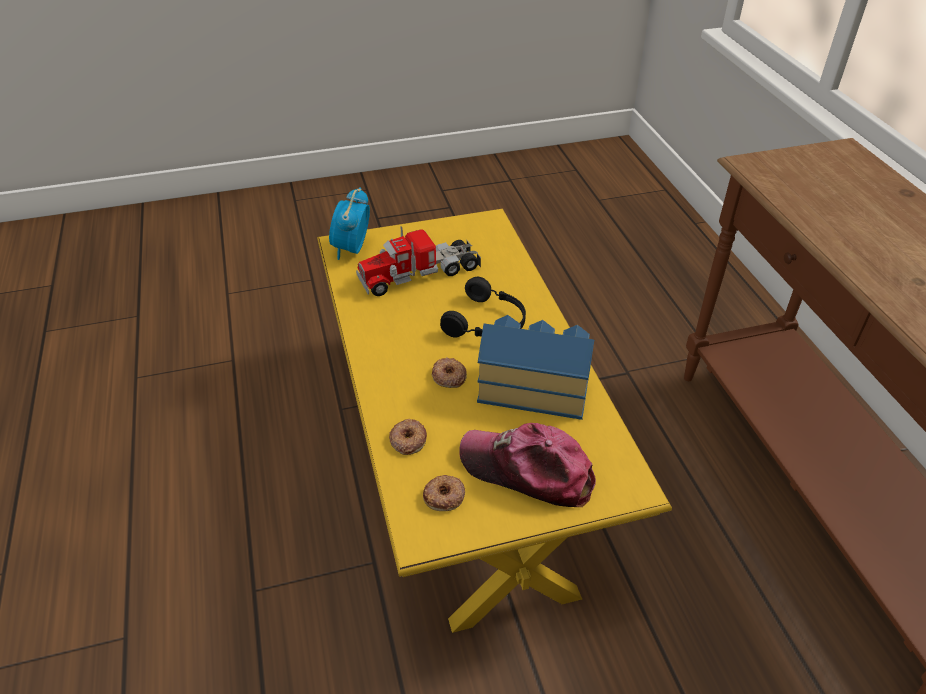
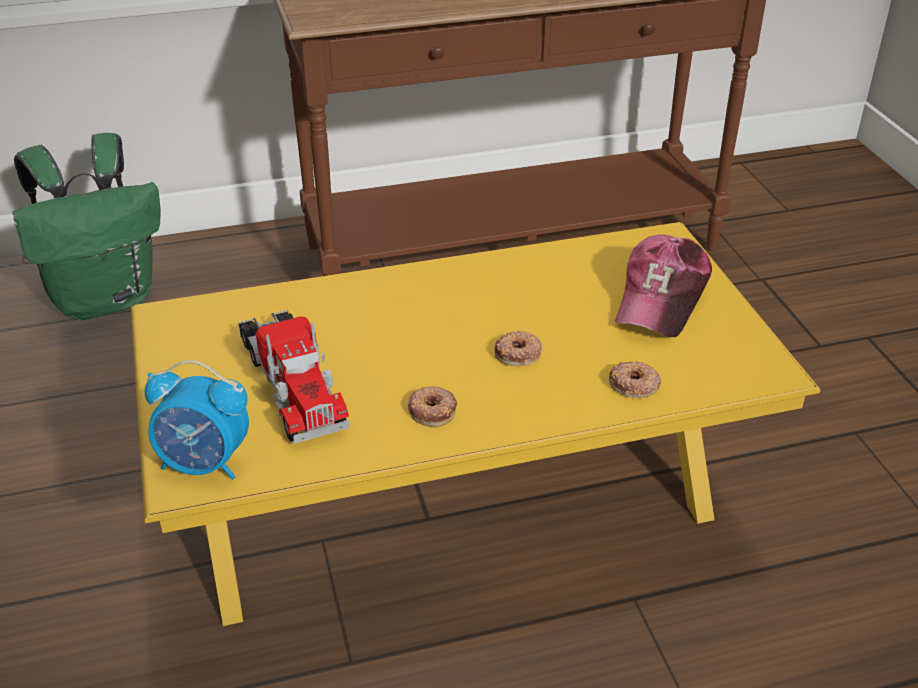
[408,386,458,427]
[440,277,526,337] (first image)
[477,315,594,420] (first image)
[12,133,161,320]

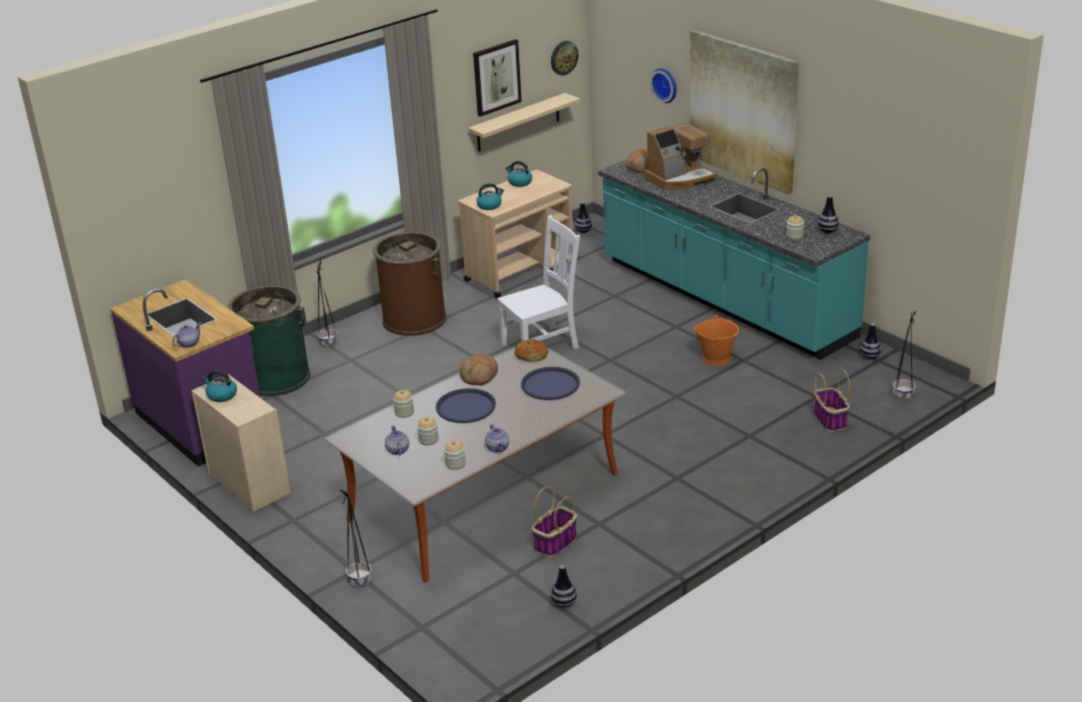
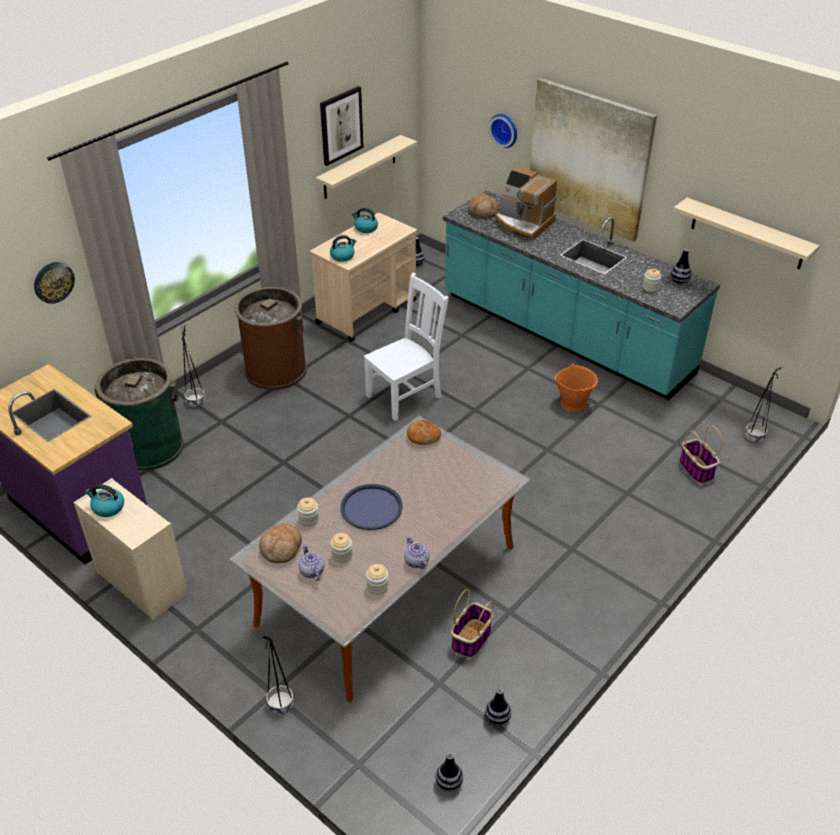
[172,323,201,348] (first image)
[259,523,302,563]
[521,367,580,400] (first image)
[34,262,75,304]
[495,166,557,241]
[435,753,463,792]
[673,198,820,269]

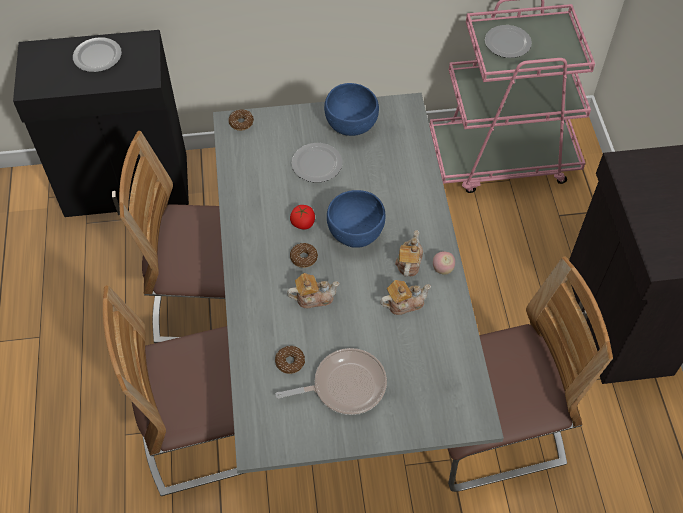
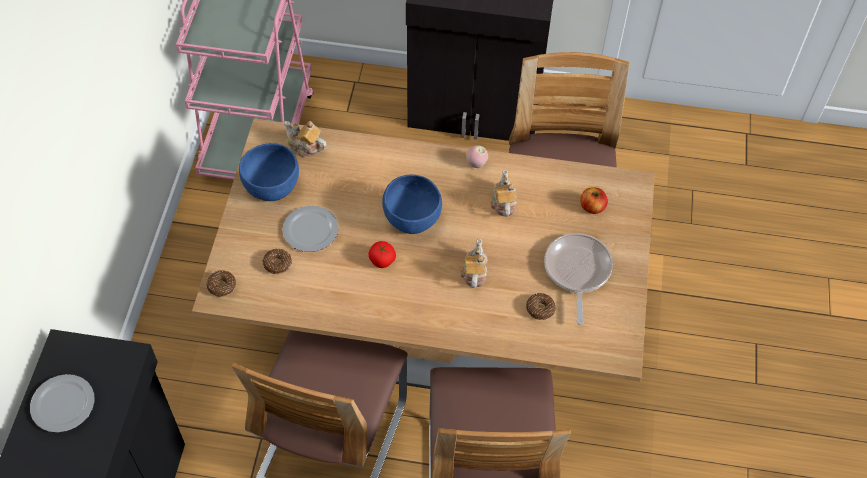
[192,119,655,389]
[263,249,292,274]
[284,121,326,157]
[485,25,532,58] (first image)
[580,187,608,214]

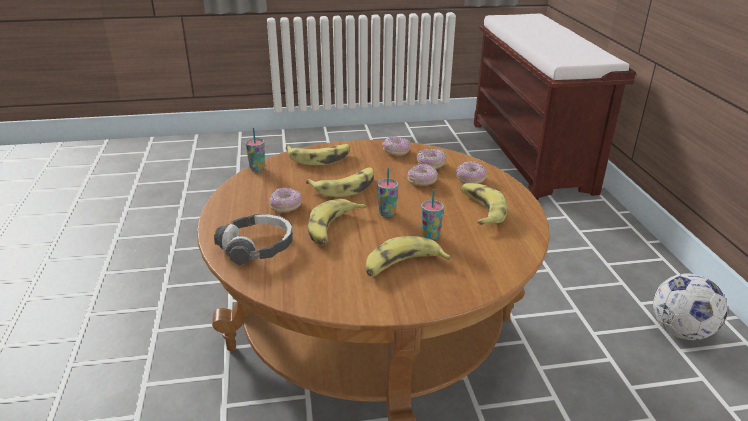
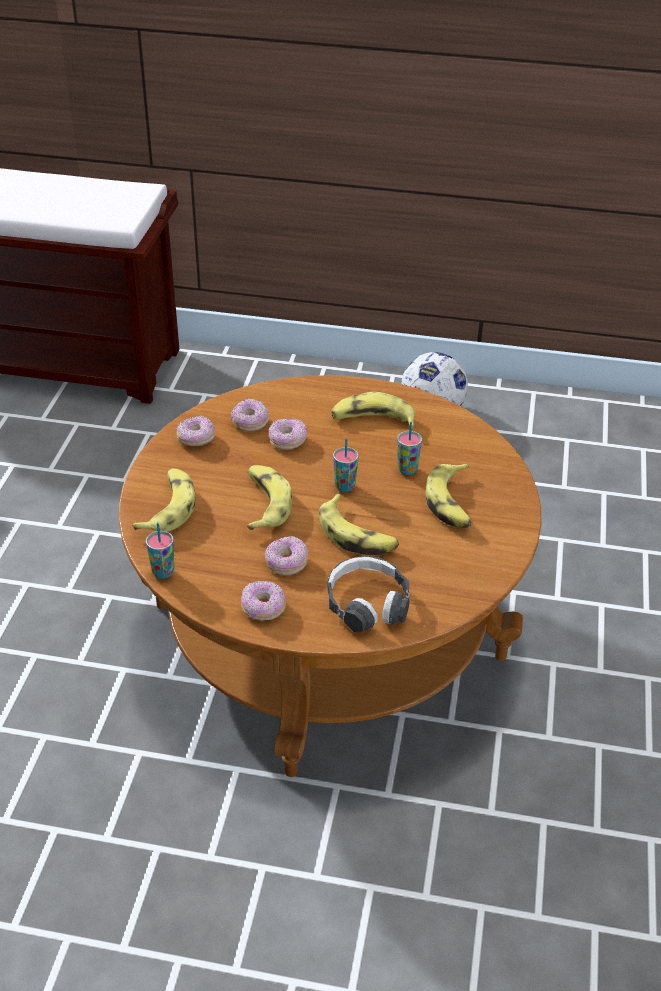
[241,581,286,621]

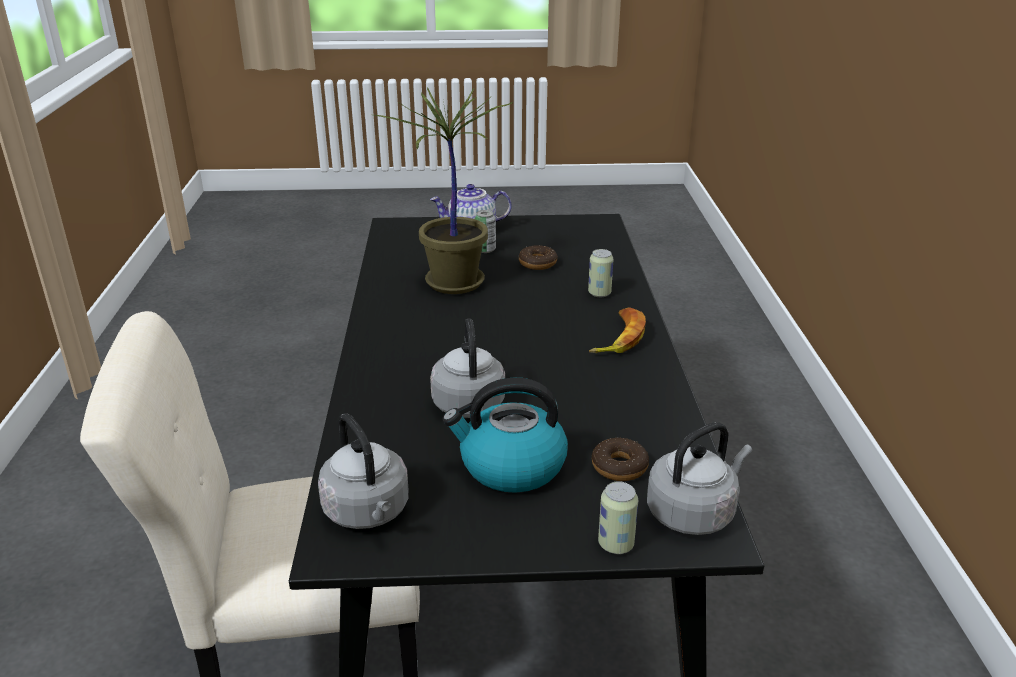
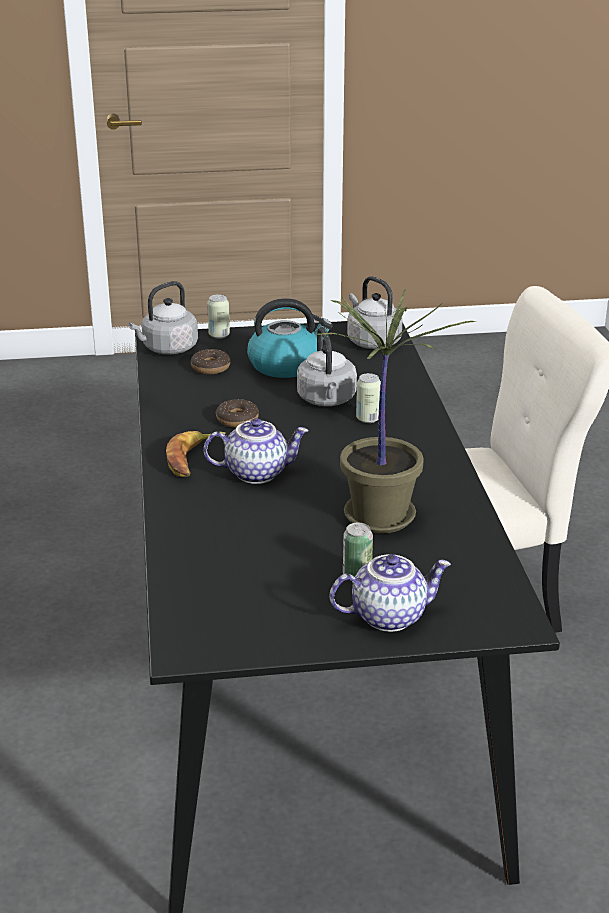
[216,399,259,428]
[356,373,381,423]
[203,418,309,484]

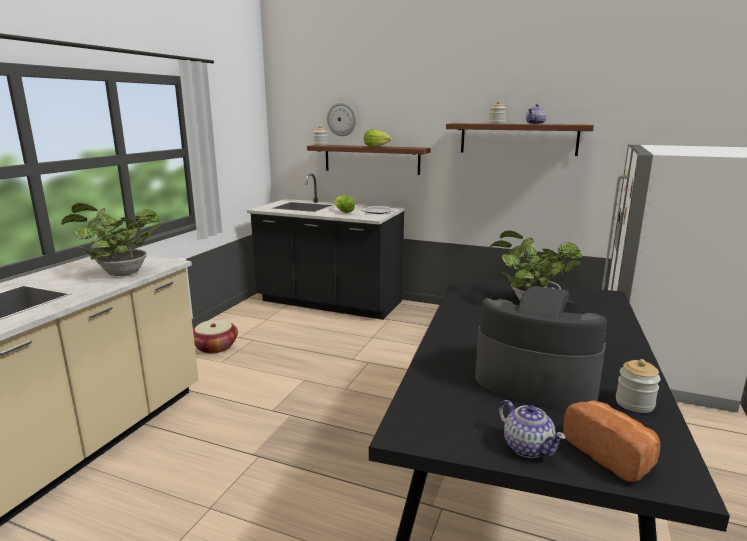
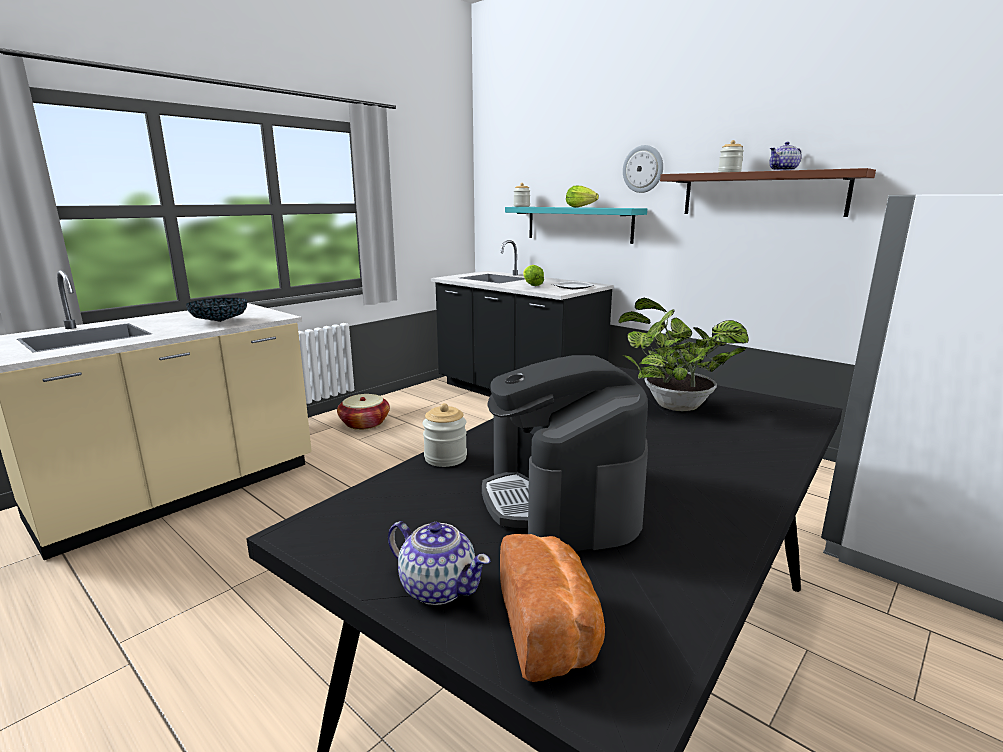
[186,298,247,322]
[505,207,647,244]
[623,145,663,193]
[482,355,648,551]
[388,521,490,605]
[423,403,467,467]

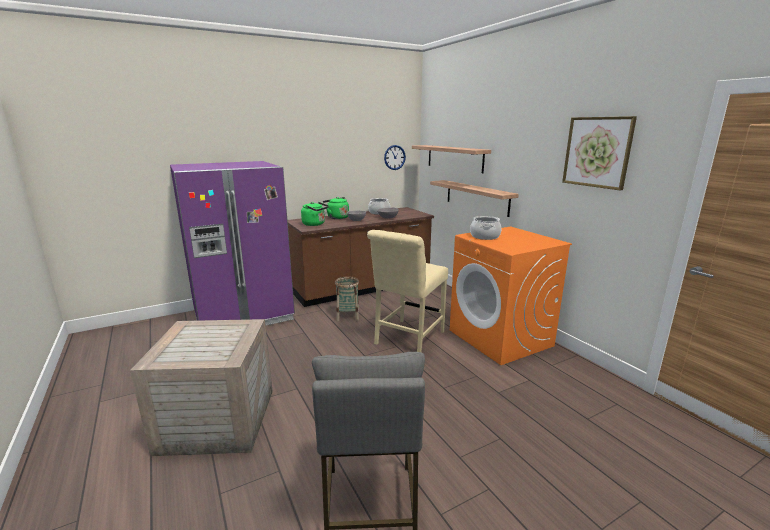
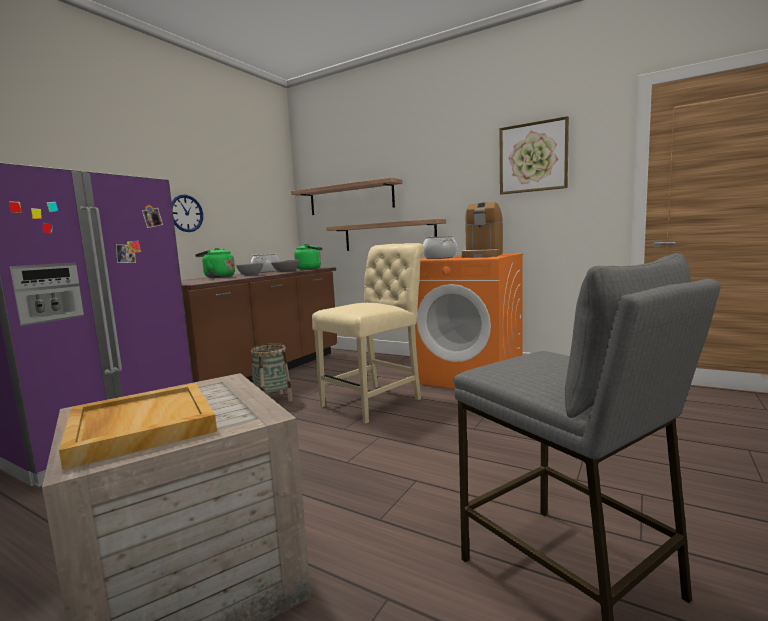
[294,244,322,270]
[312,243,425,424]
[172,195,203,232]
[59,383,217,470]
[462,202,503,258]

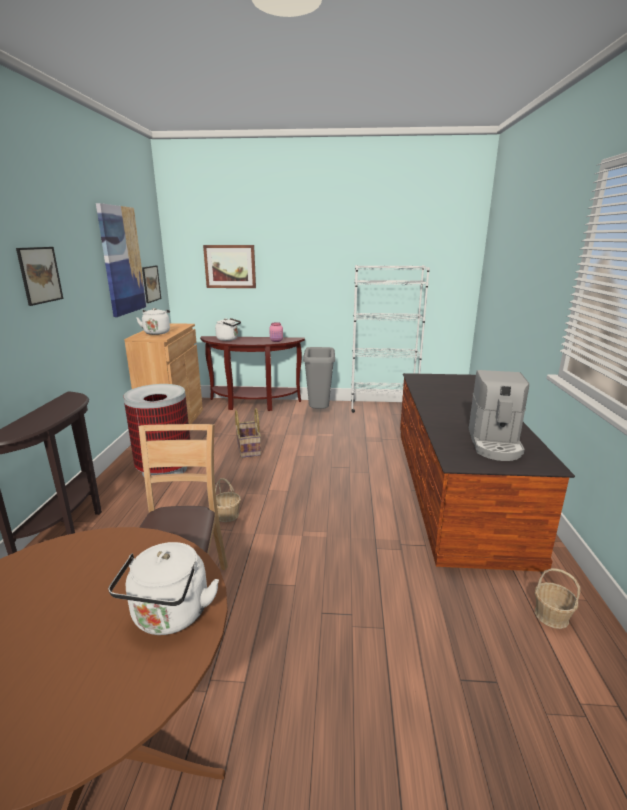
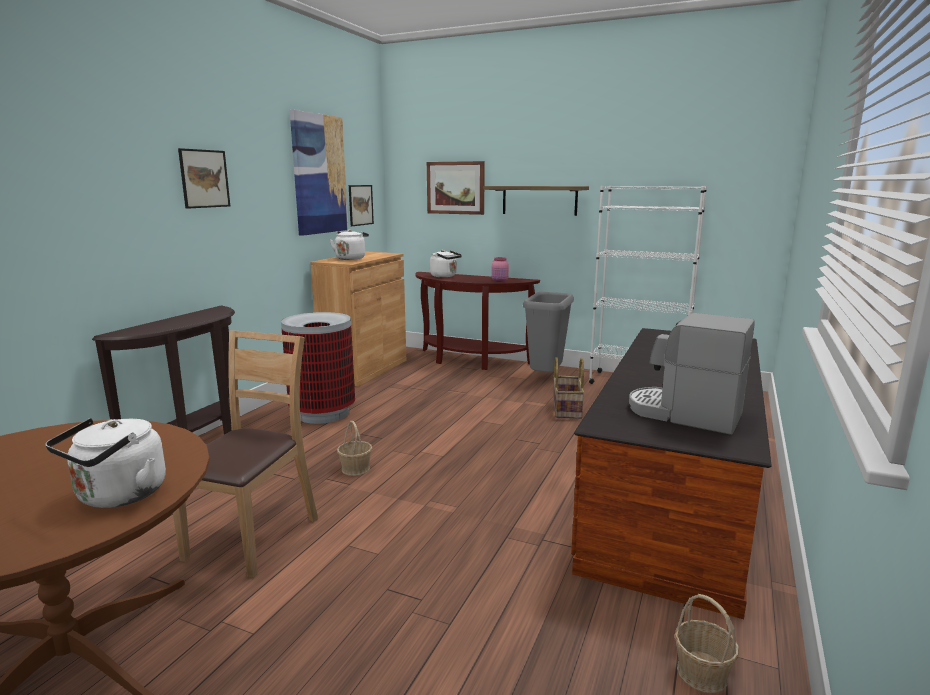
[553,357,584,419]
[629,313,755,435]
[483,186,589,216]

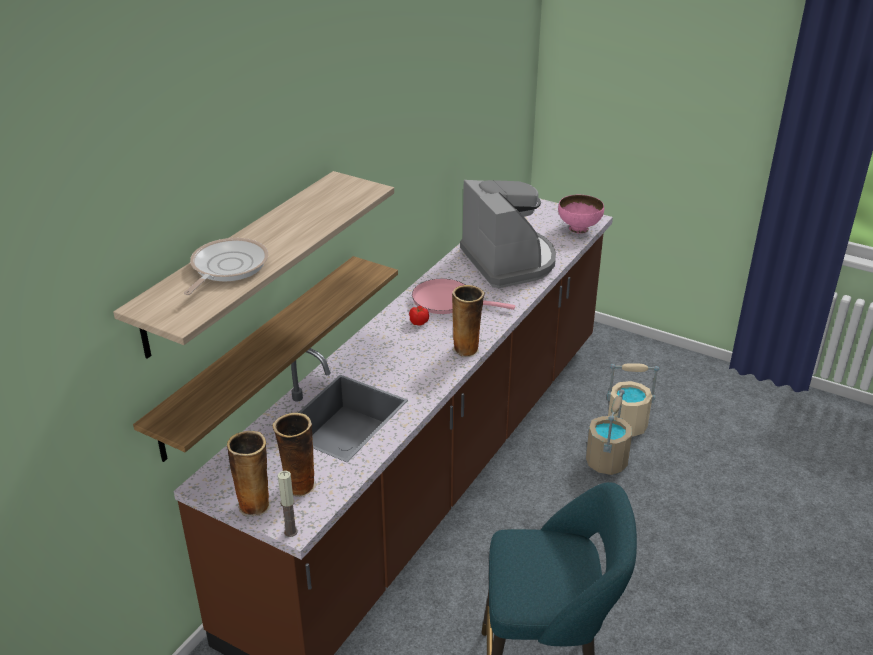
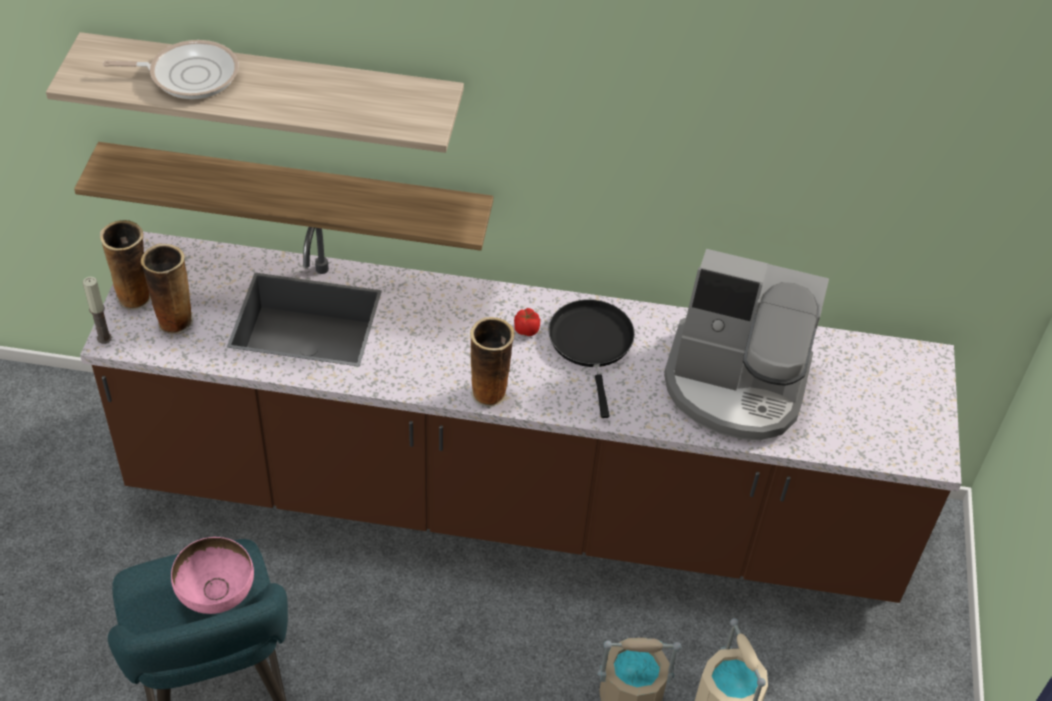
[548,299,635,418]
[664,249,829,440]
[171,537,254,614]

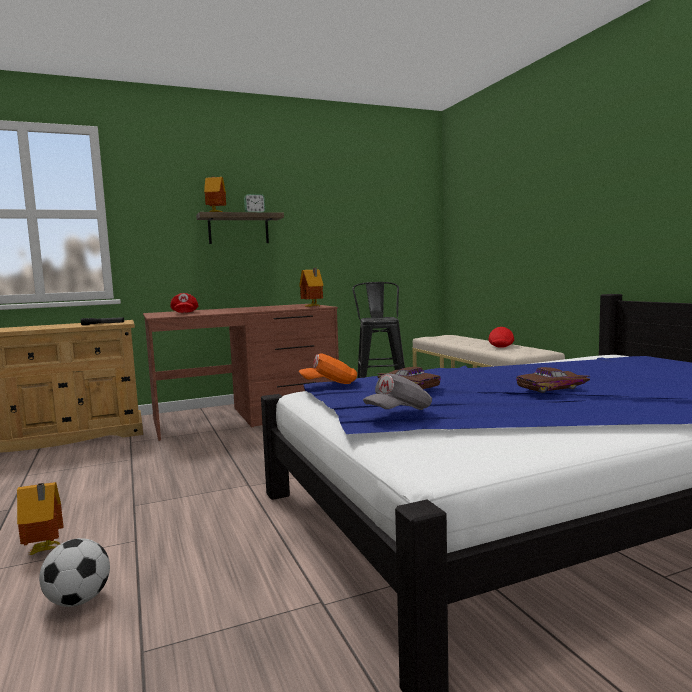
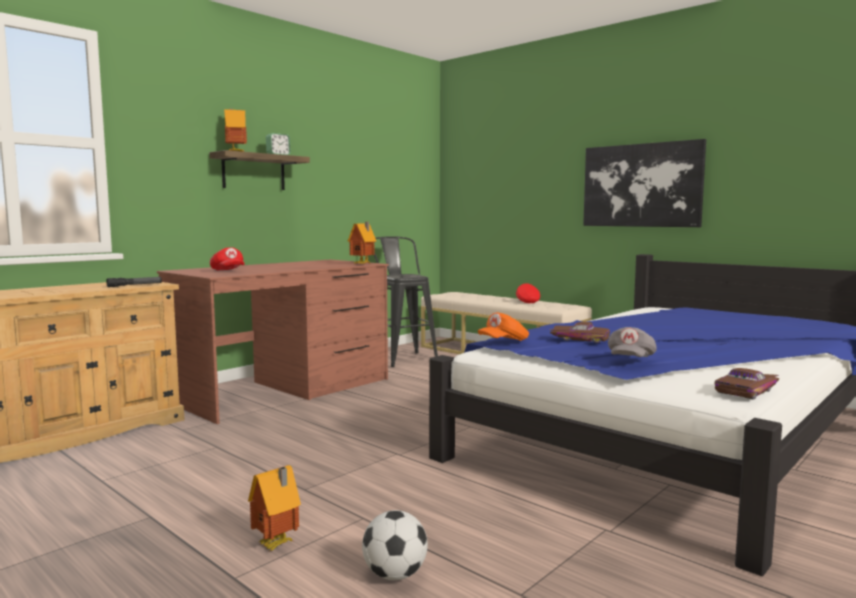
[714,368,780,400]
[583,139,706,227]

